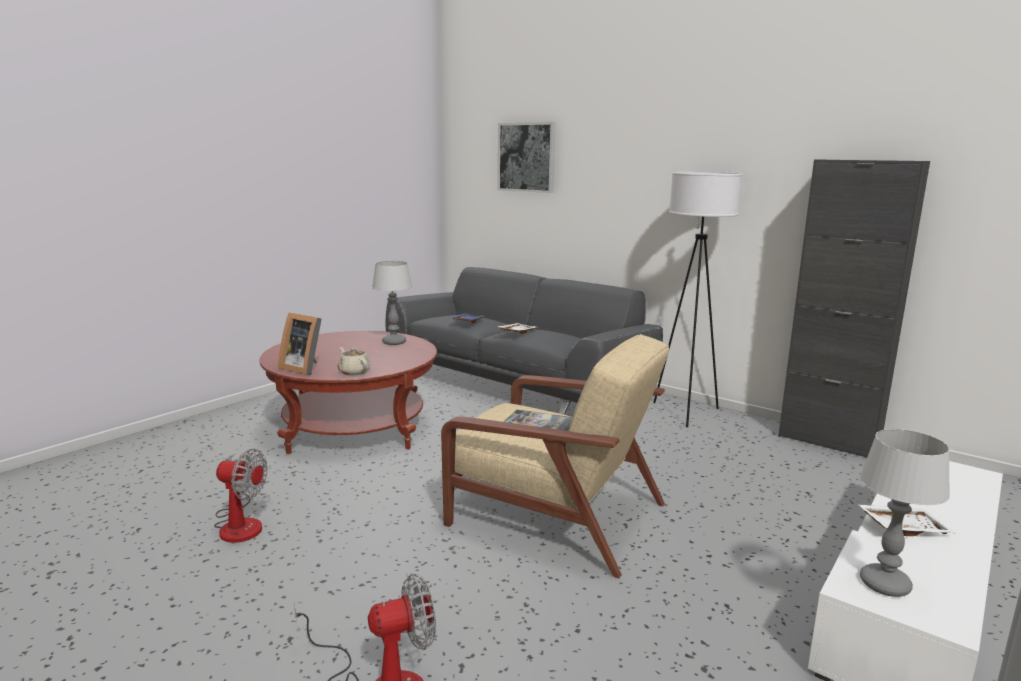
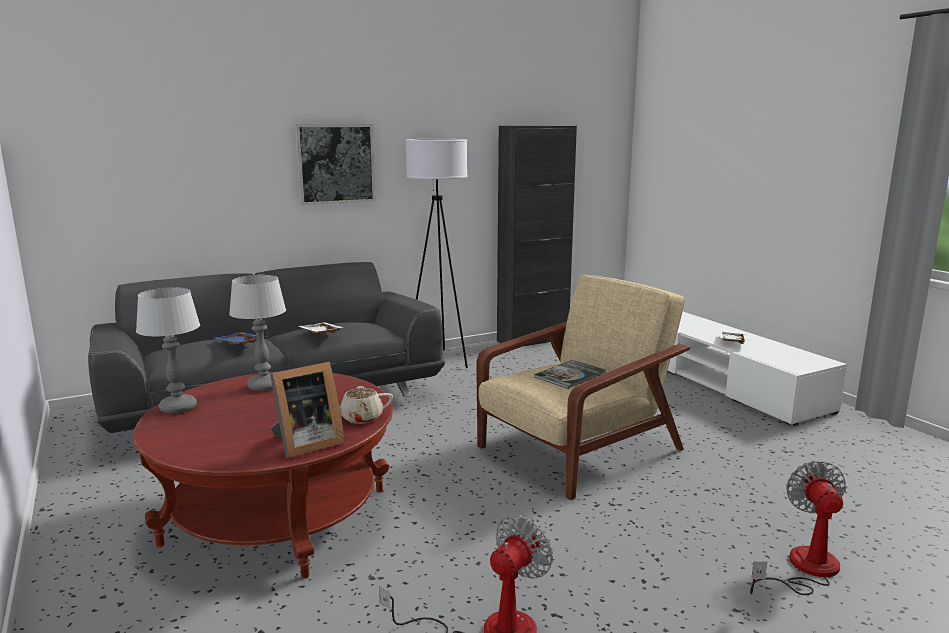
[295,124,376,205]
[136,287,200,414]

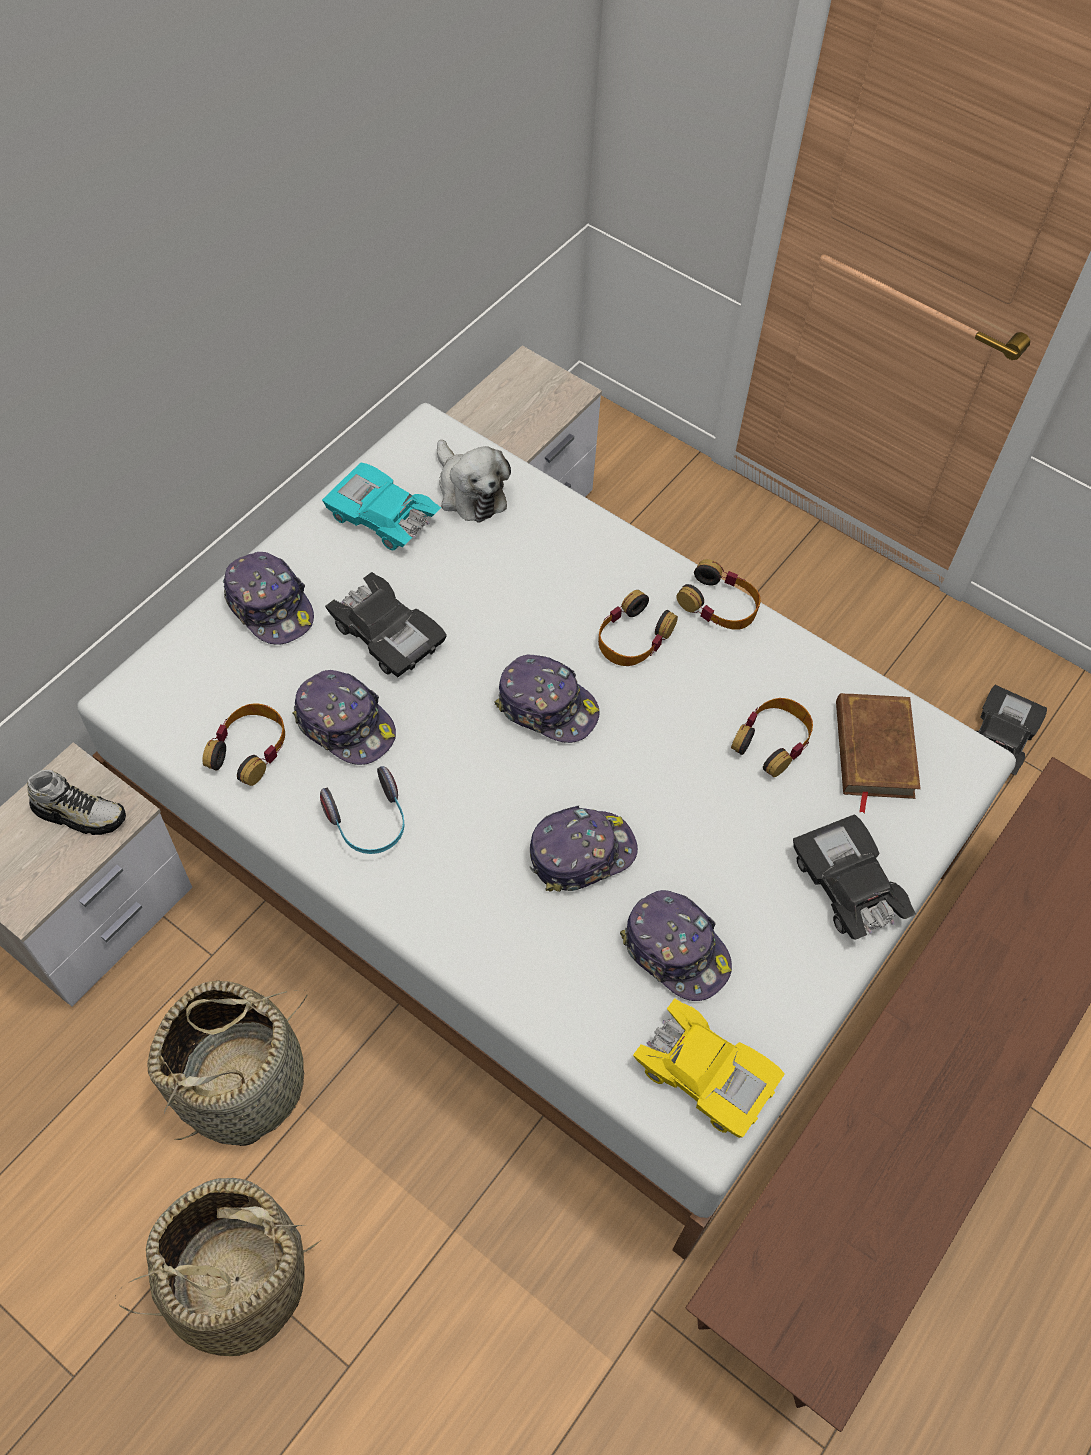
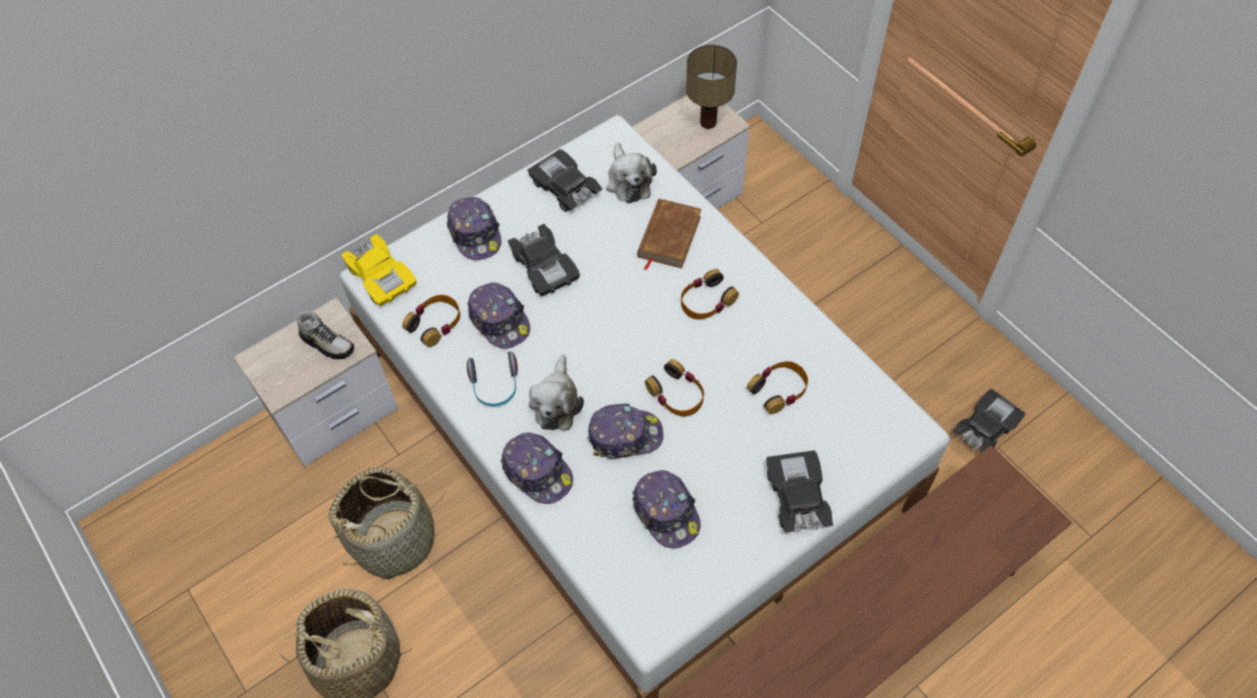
[528,149,603,212]
[500,432,573,504]
[341,234,417,306]
[645,359,704,417]
[637,199,701,270]
[529,355,584,431]
[686,45,737,129]

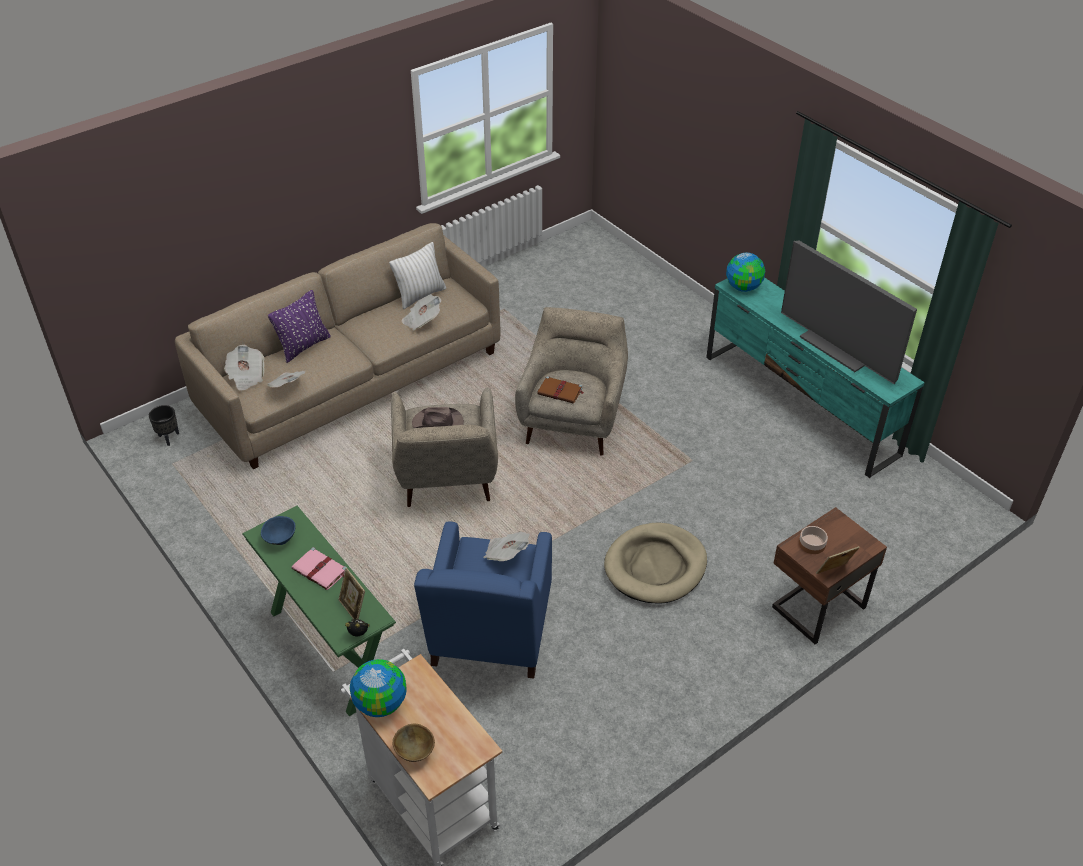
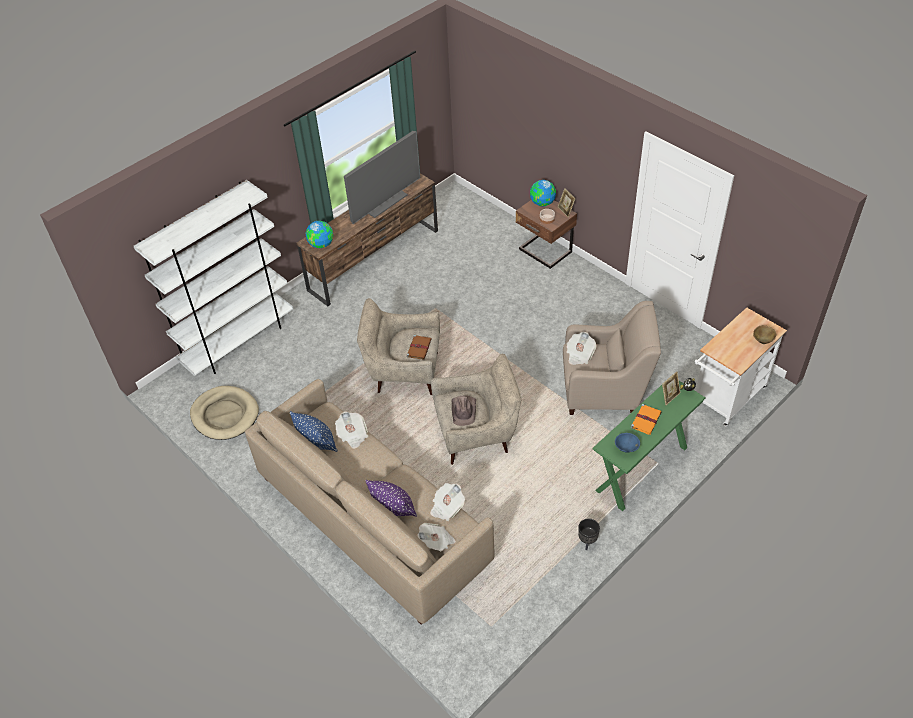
[578,518,600,550]
[631,404,661,435]
[530,180,556,206]
[290,411,338,452]
[563,301,661,415]
[190,386,259,440]
[297,173,438,307]
[134,180,293,376]

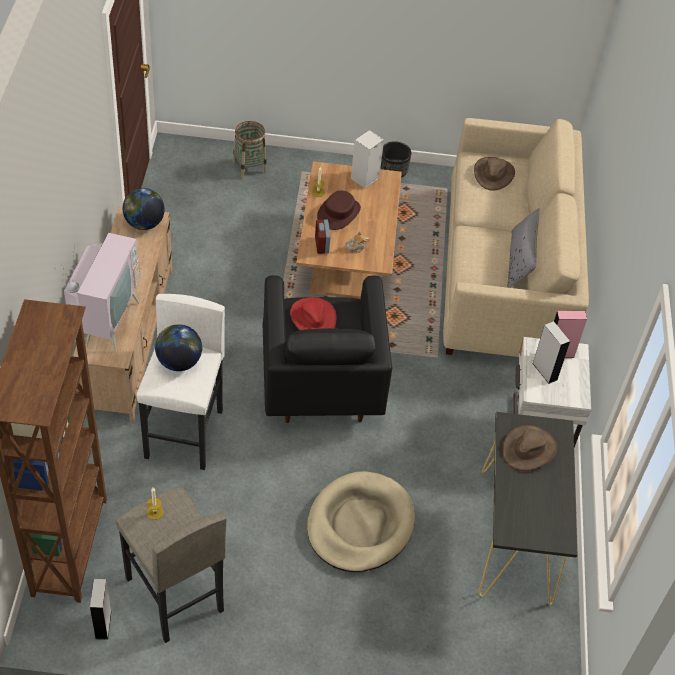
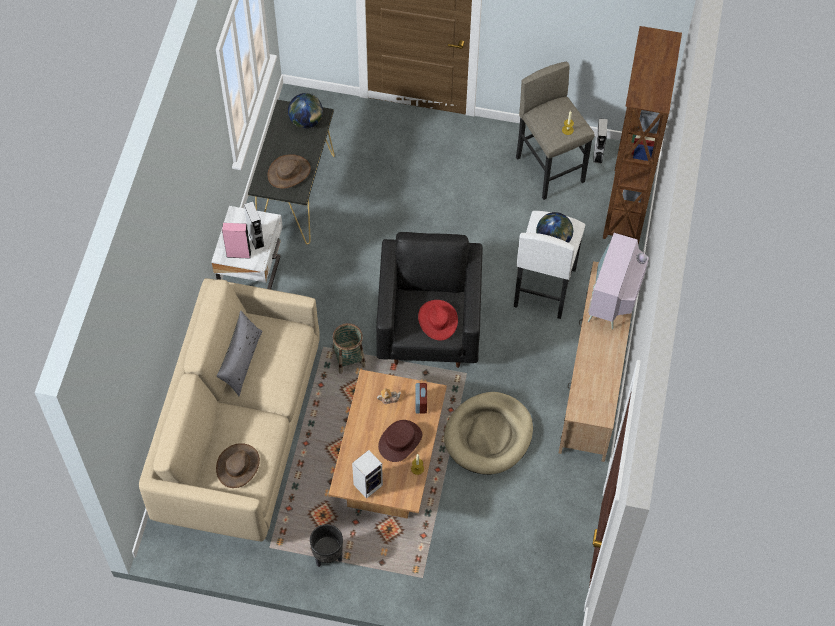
[288,93,323,128]
[333,323,366,374]
[444,392,533,475]

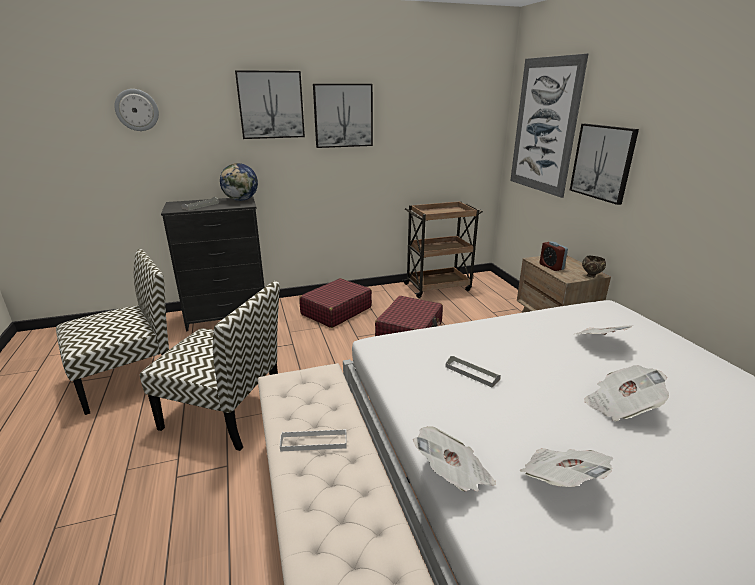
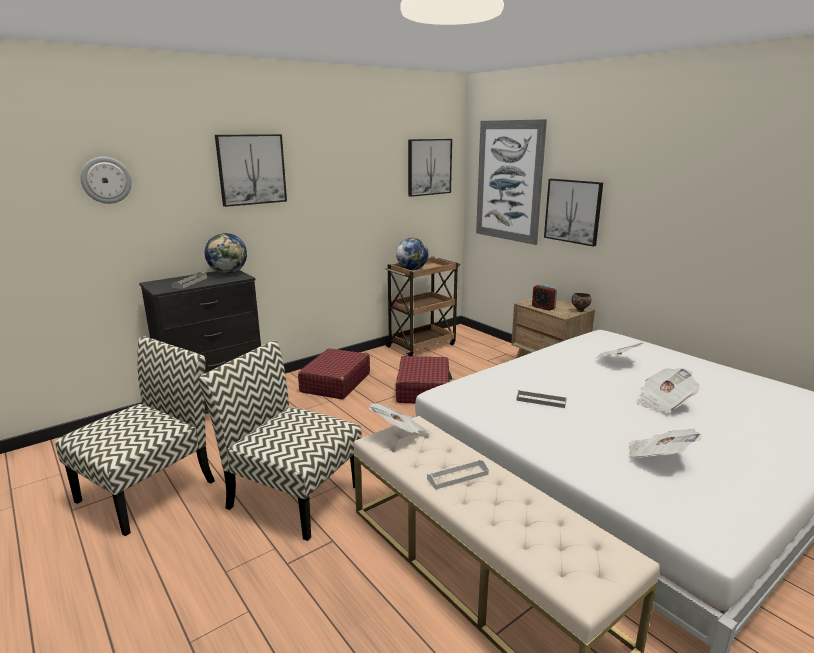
[199,340,362,541]
[408,139,452,197]
[368,403,429,434]
[396,238,429,270]

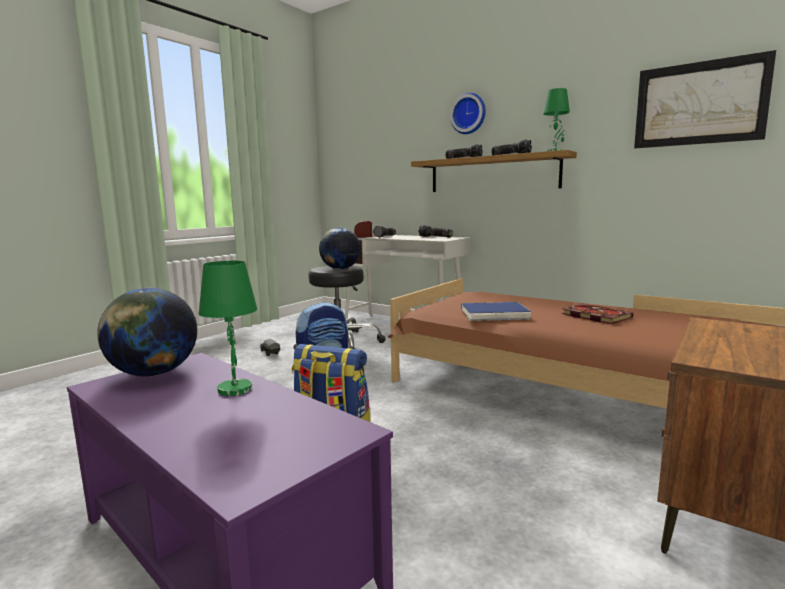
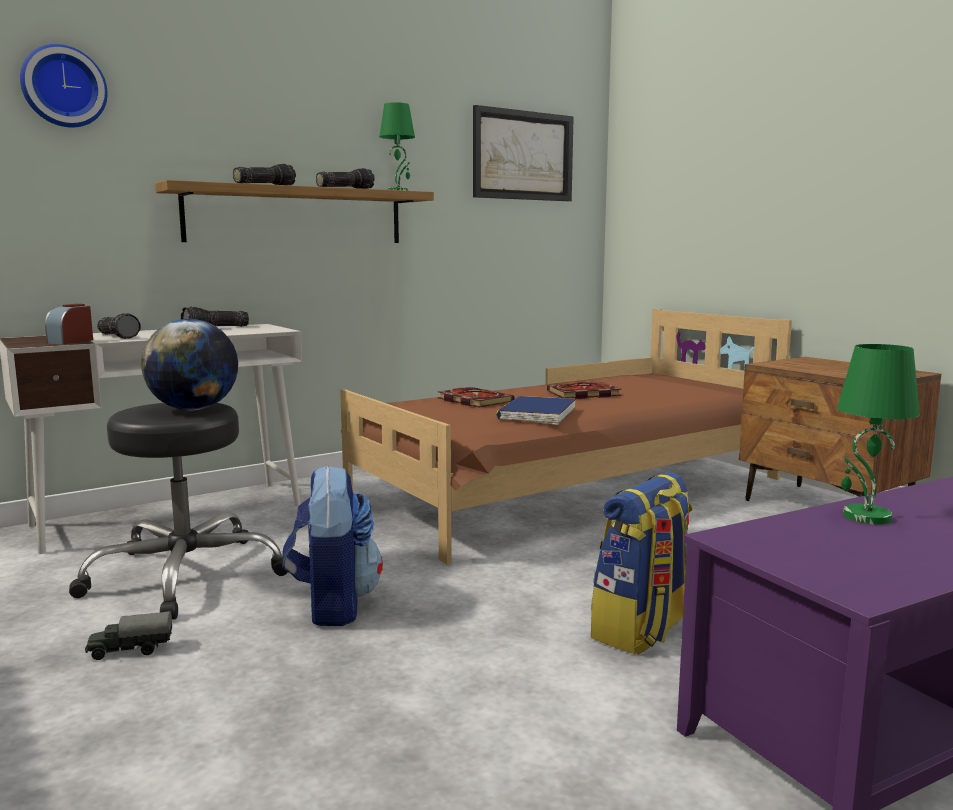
[97,288,197,377] (first image)
[20,44,108,128]
[437,387,514,408]

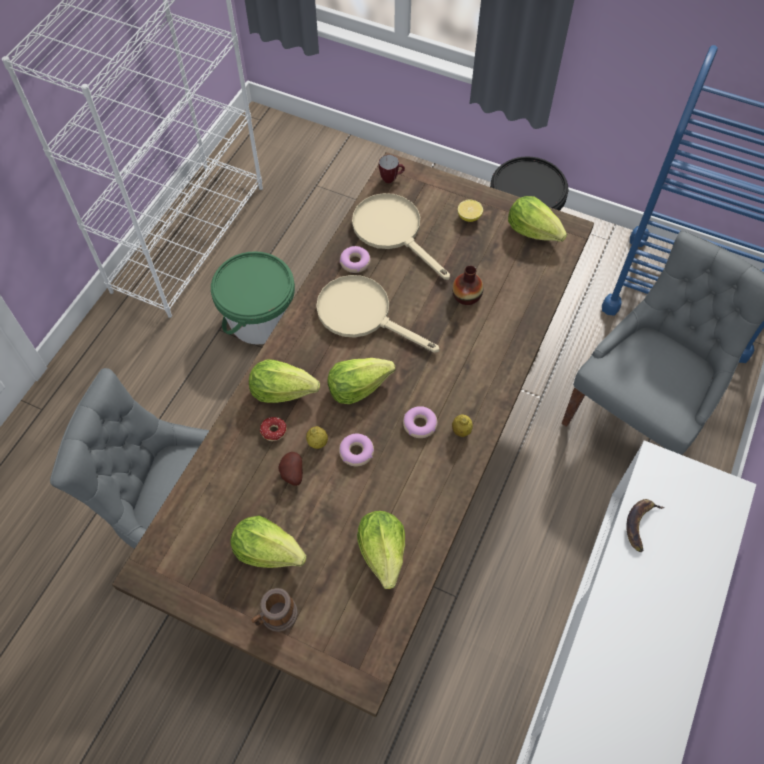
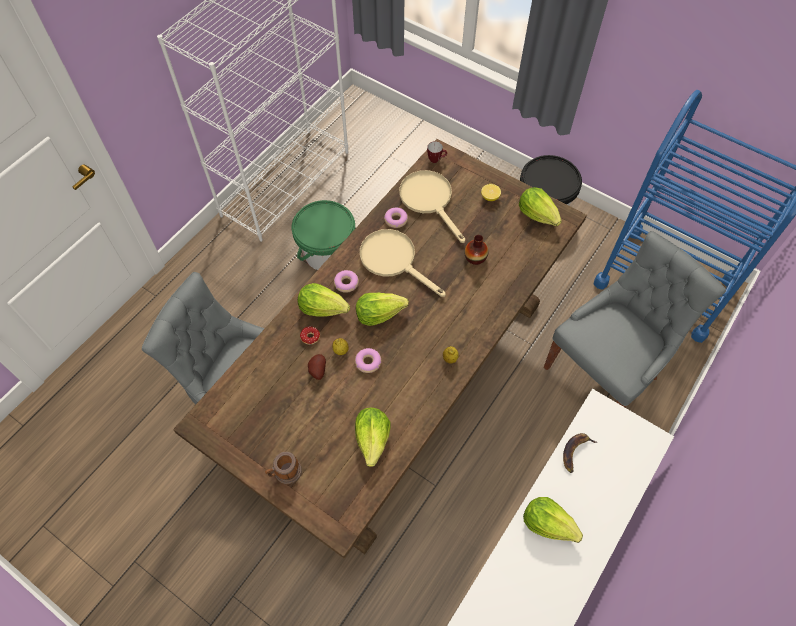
[523,497,583,543]
[334,270,359,293]

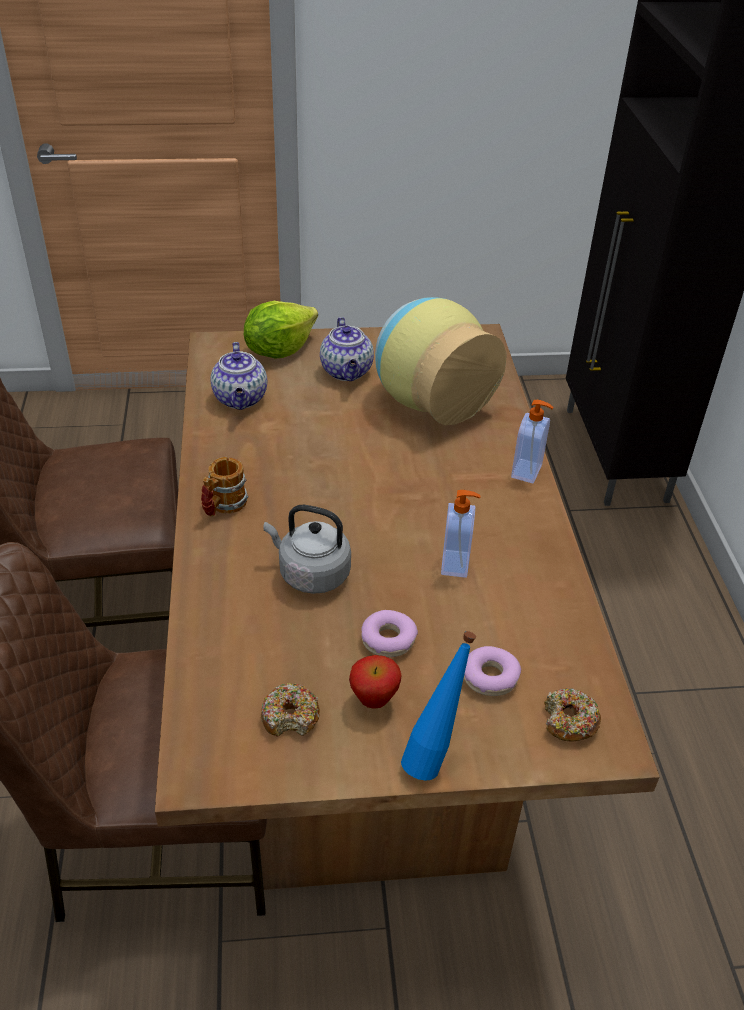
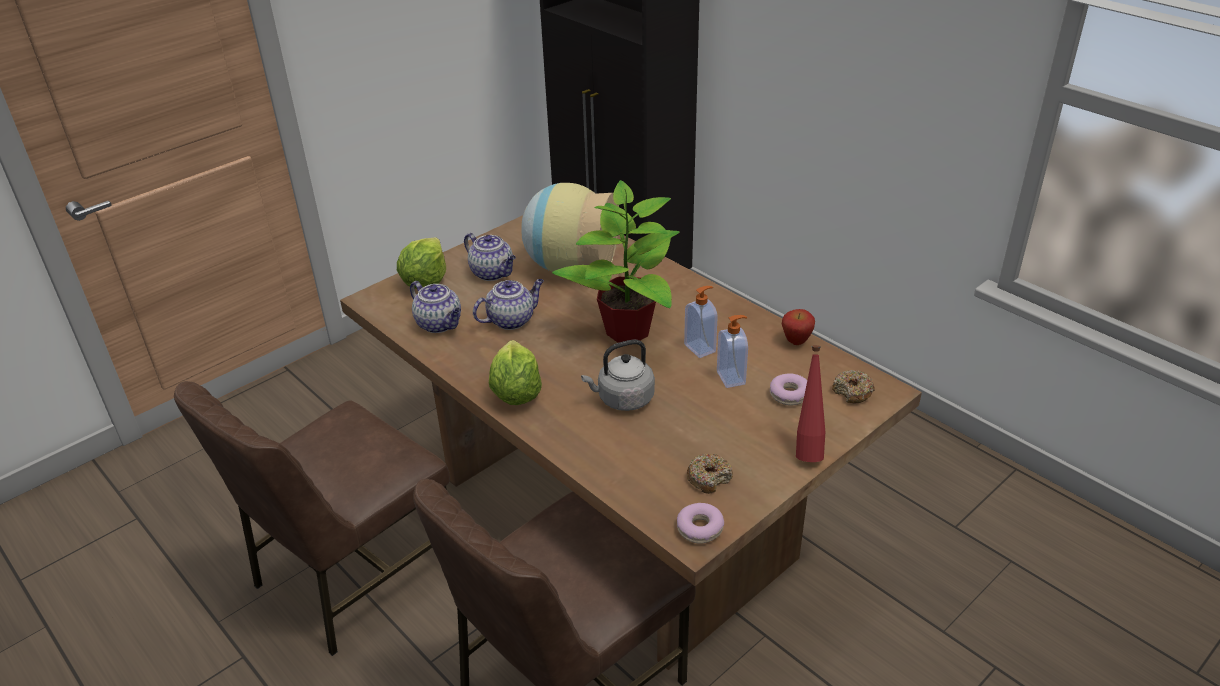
[489,340,542,405]
[782,309,815,345]
[677,503,724,544]
[796,345,825,462]
[717,315,748,388]
[473,279,544,330]
[552,180,680,343]

